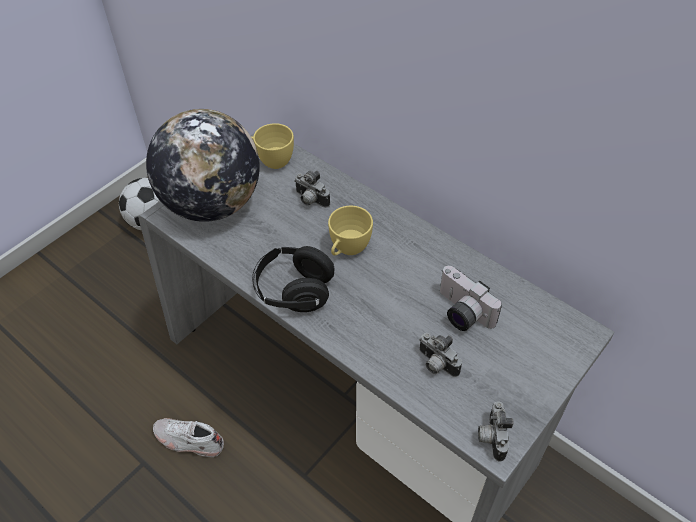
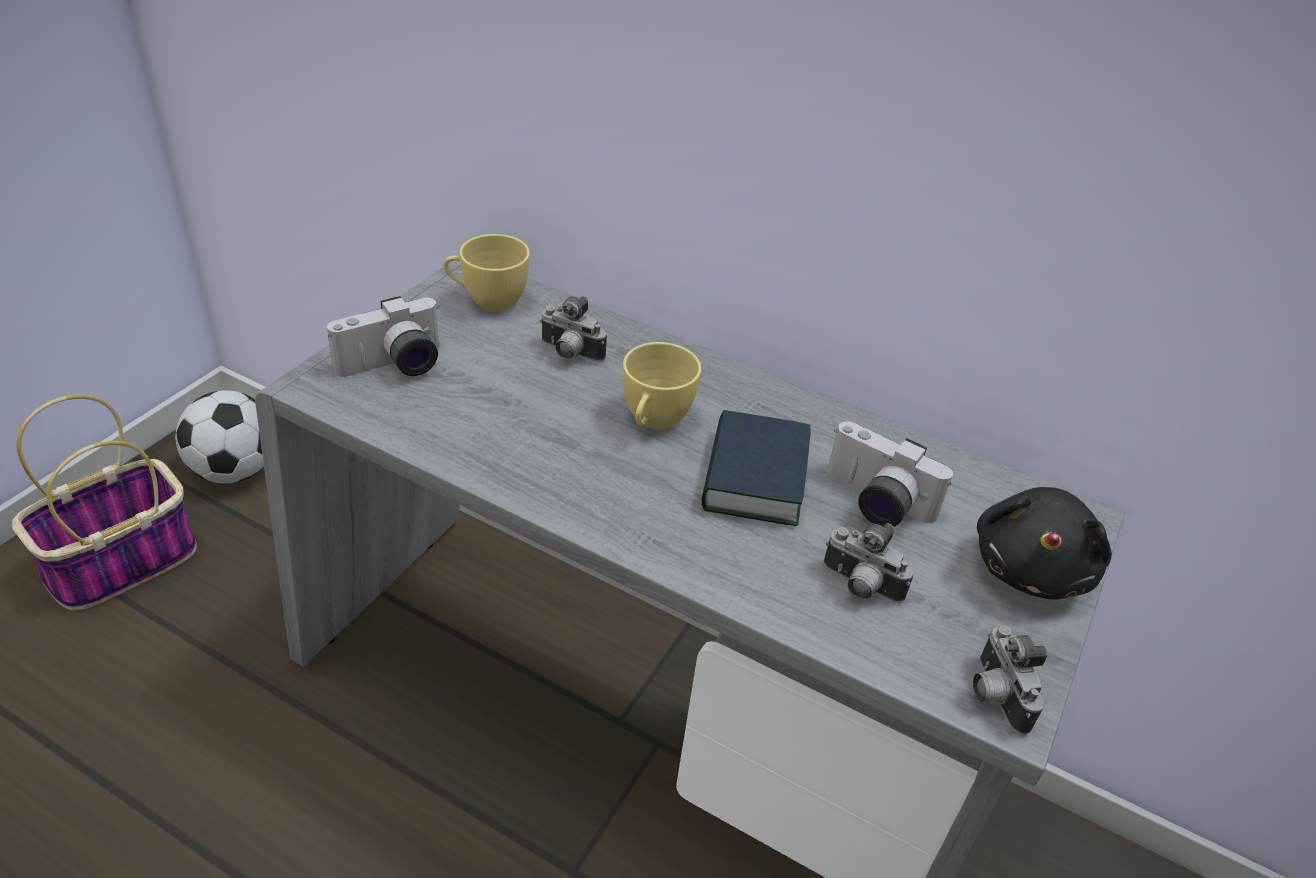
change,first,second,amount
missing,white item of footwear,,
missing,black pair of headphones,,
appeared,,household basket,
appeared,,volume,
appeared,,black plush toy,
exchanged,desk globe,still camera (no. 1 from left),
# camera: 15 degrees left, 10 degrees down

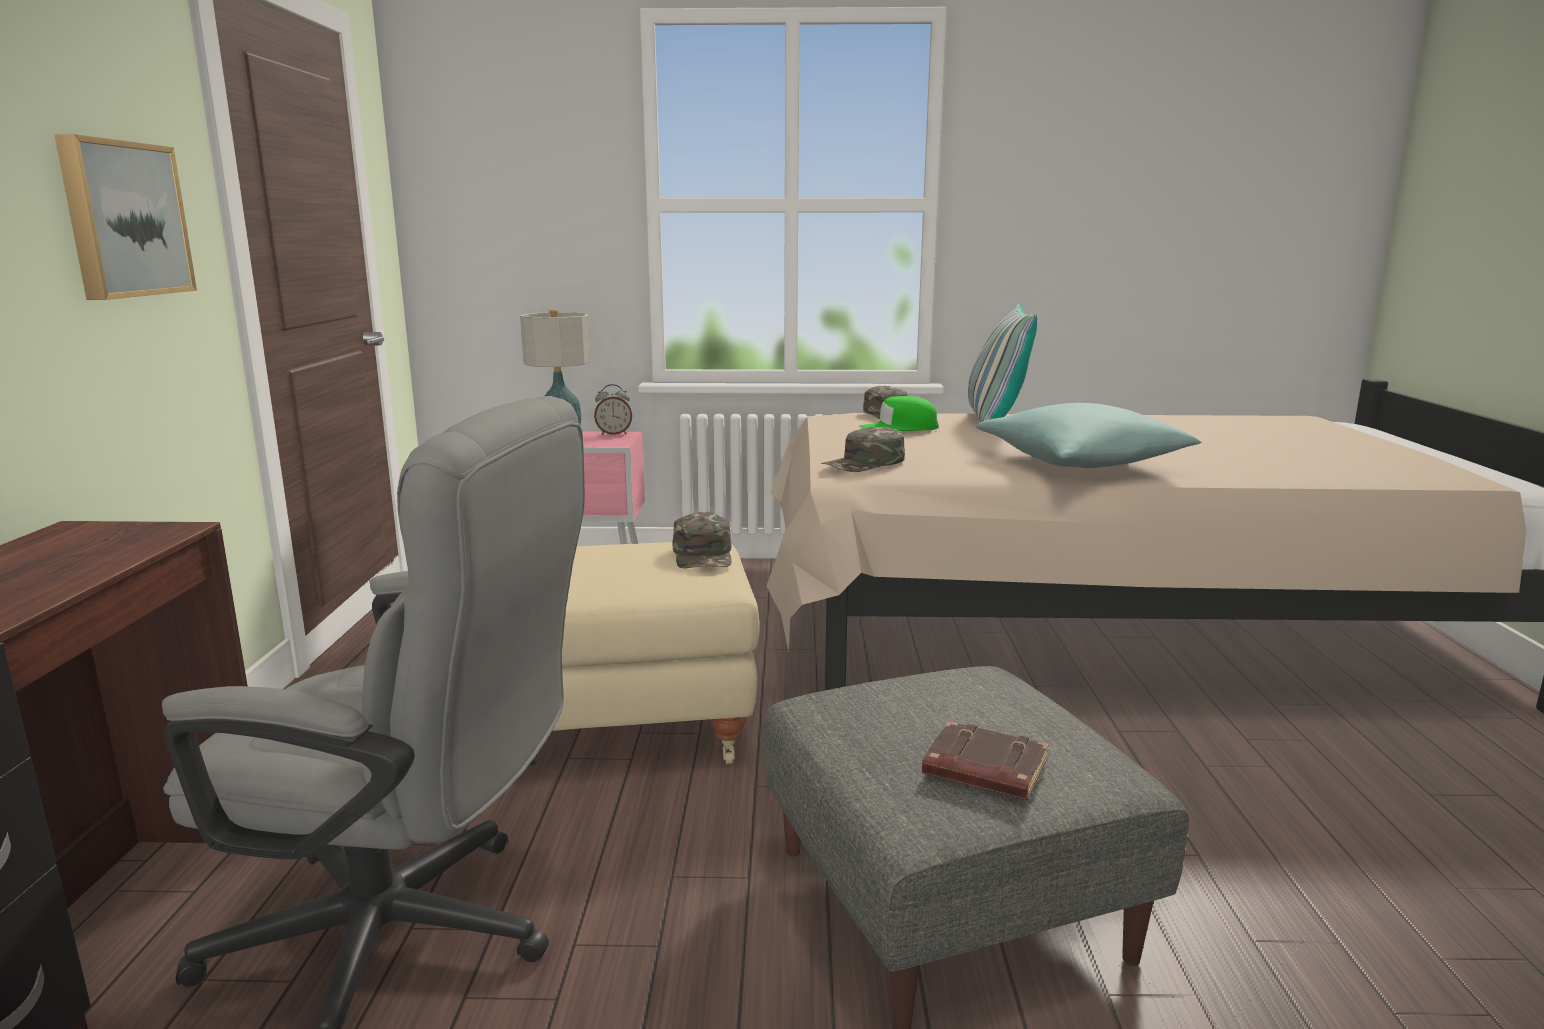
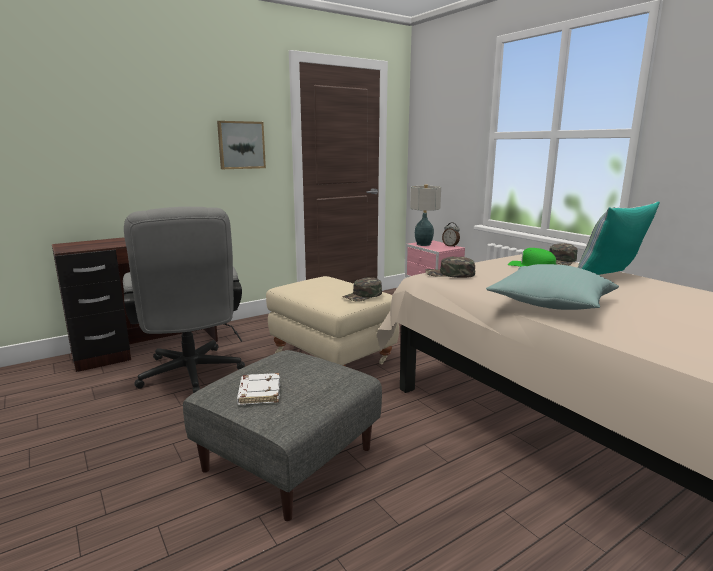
change,first,second,amount
colour,brown-coloured volume,white volume,
# camera: 55 degrees right, 0 degrees up

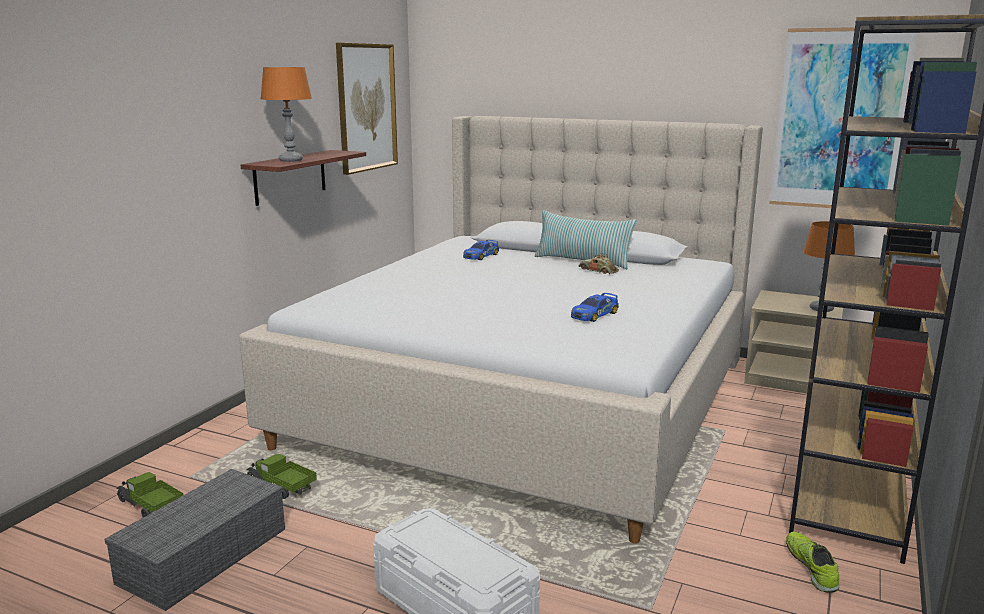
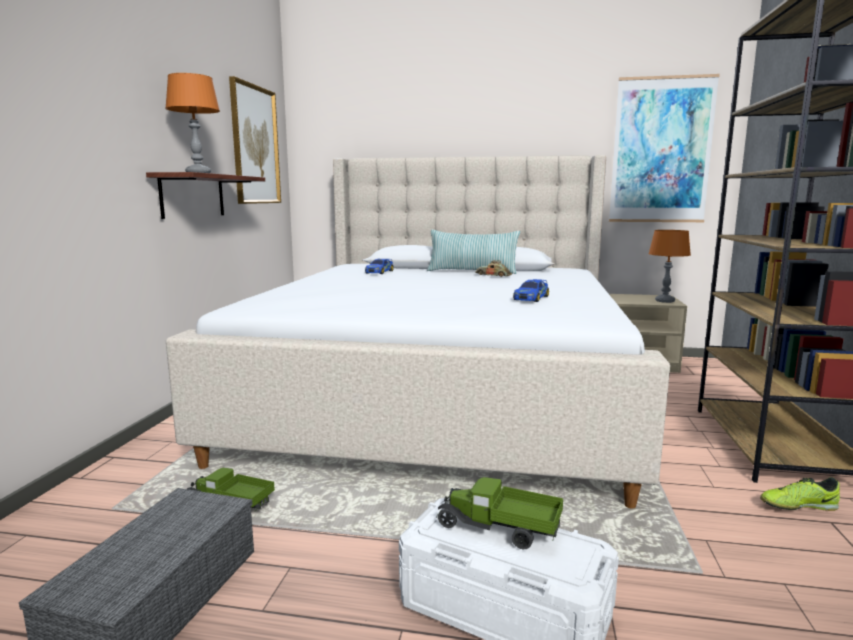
change,first,second,amount
relocated,toy lorry (no. 1 from left in the first image),toy lorry (no. 2 from left),
spun,item of footwear,,75 degrees counterclockwise
# camera: 15 degrees left, 5 degrees down

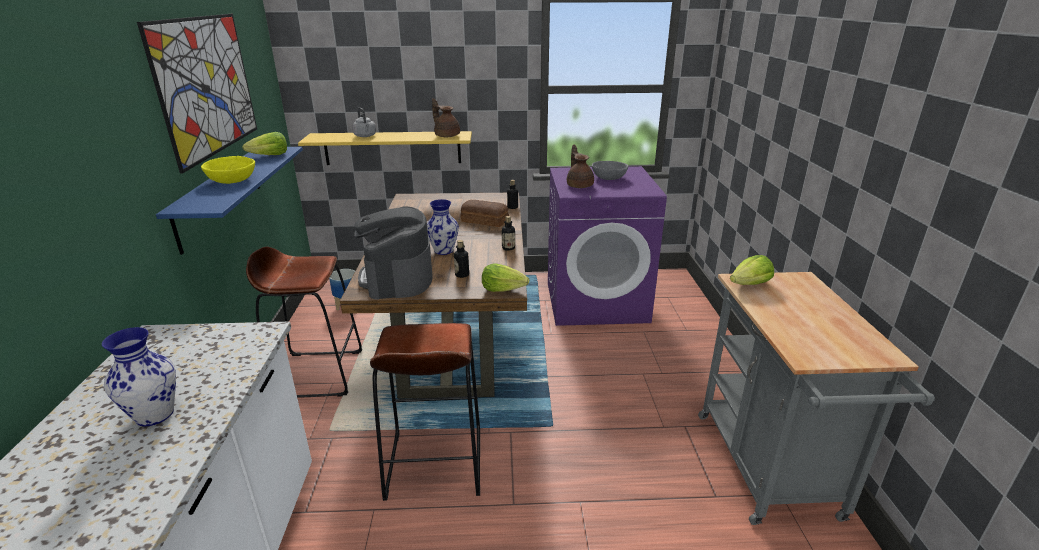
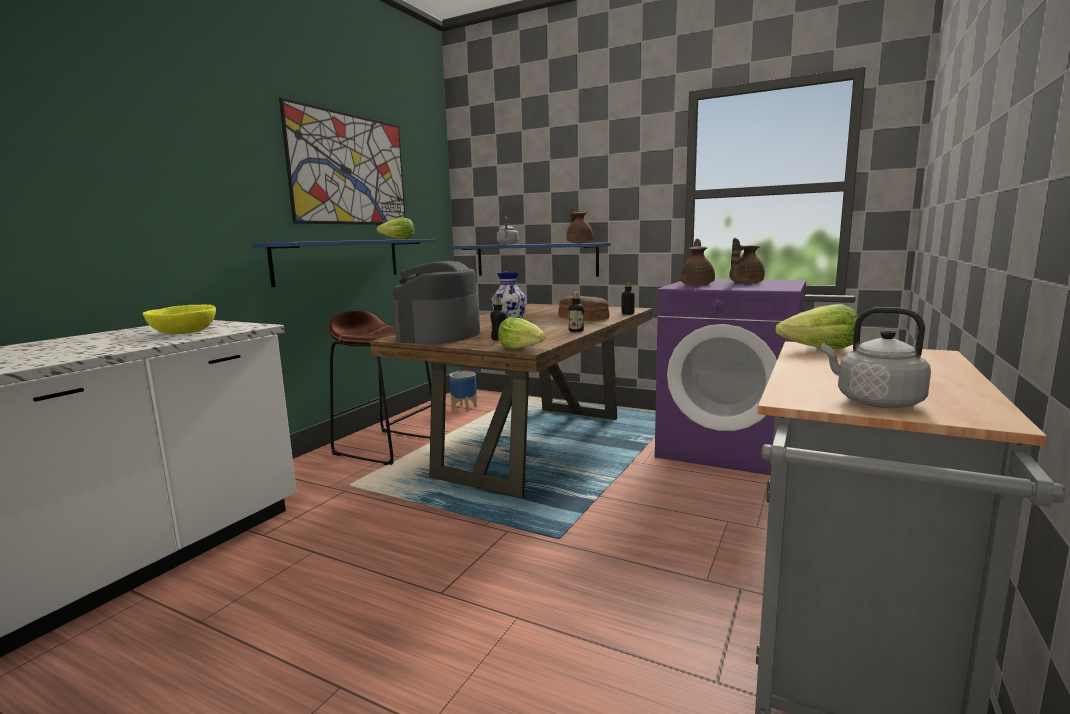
change,first,second,amount
missing,decorative vase (no. 1 from left),,
missing,brown-coloured stool seat (no. 2 from left),,
appeared,,grey water kettle (no. 2 from left),
relocated,yellow serving bowl,,
exchanged,grey serving bowl,brown-coloured teapot (no. 3 from left),
colour,yellow bracket shelf,bluish bracket shelf (no. 2 from left),
# camera: 30 degrees right, 15 degrees down

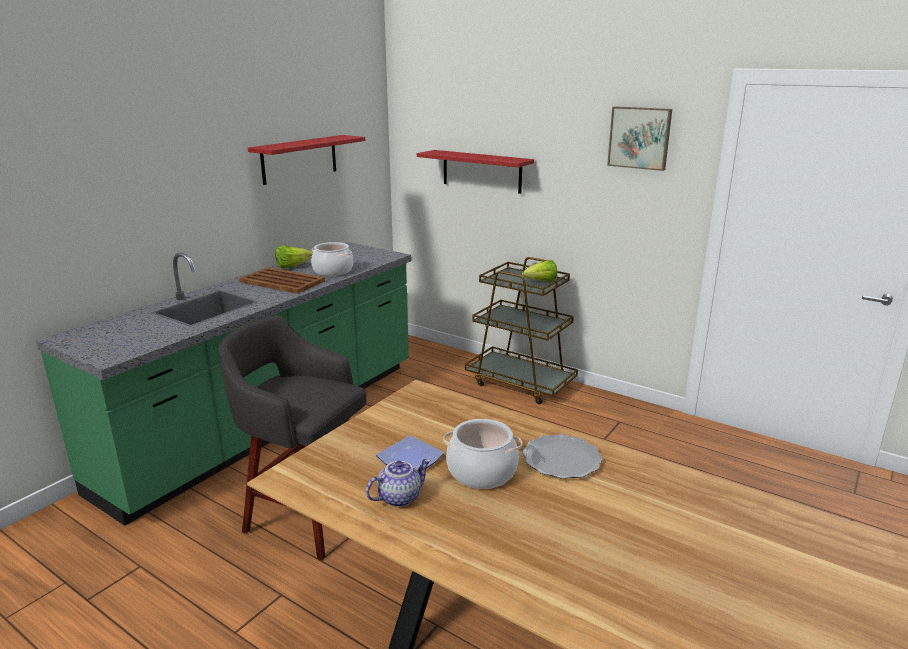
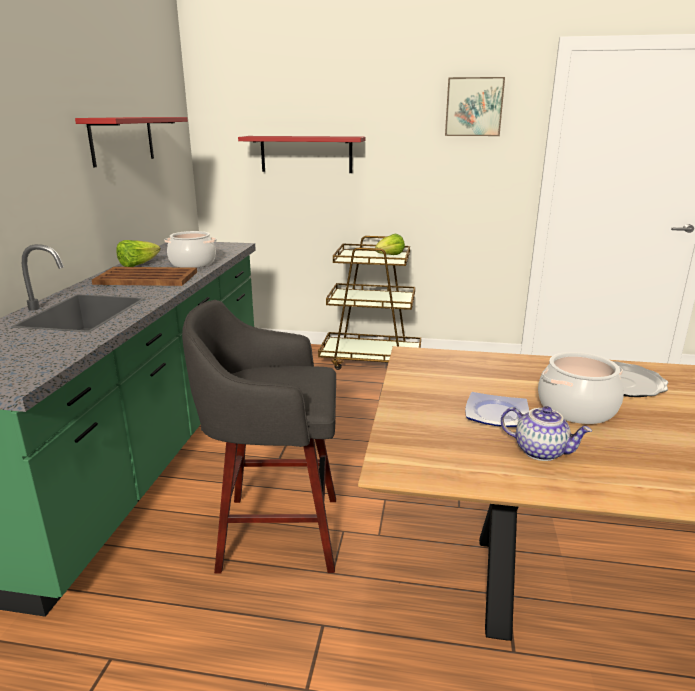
change,first,second,amount
spun,teapot,,90 degrees clockwise
# camera: 25 degrees left, 0 degrees up

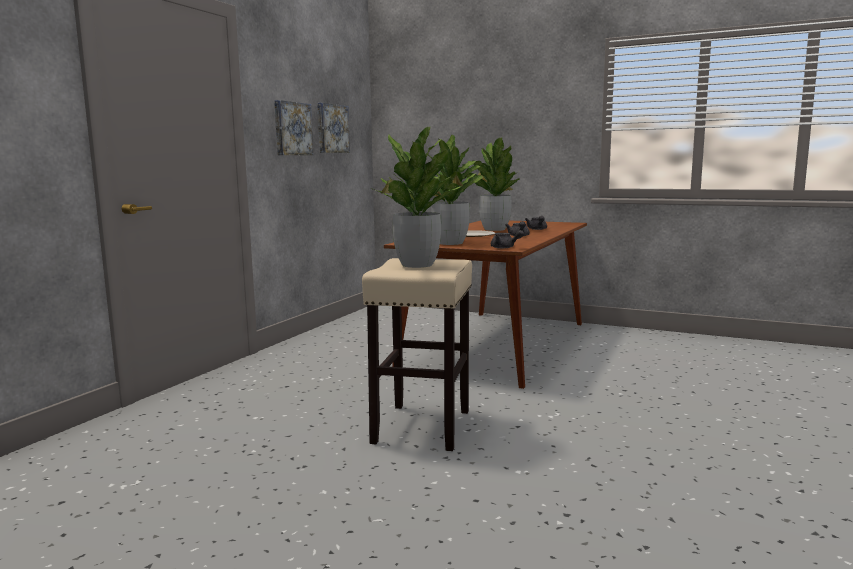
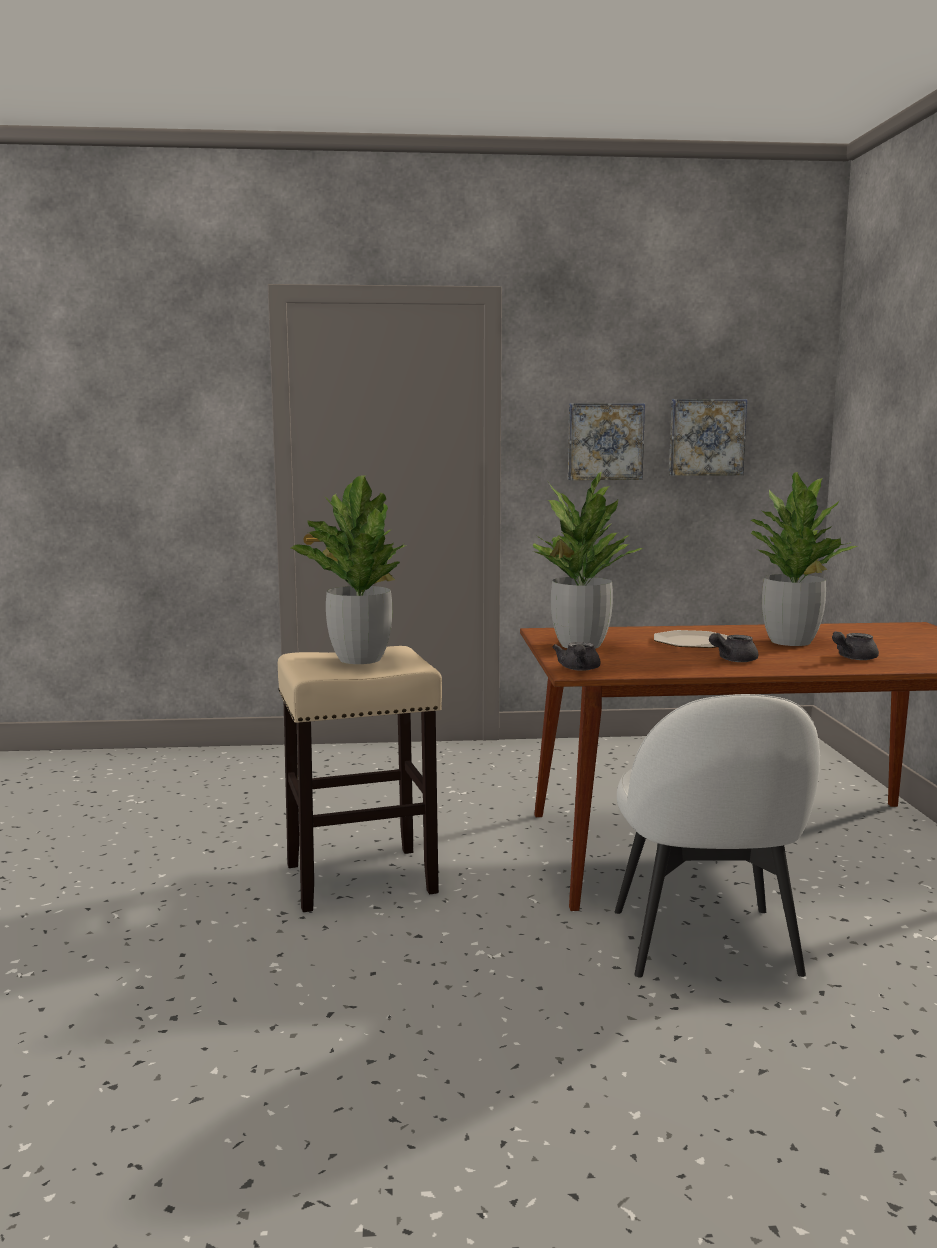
change,first,second,amount
appeared,,white chair,
# camera: 60 degrees right, 0 degrees up

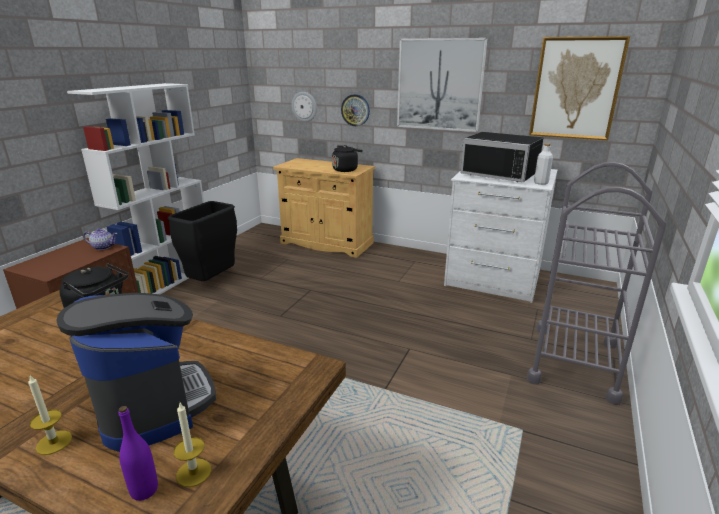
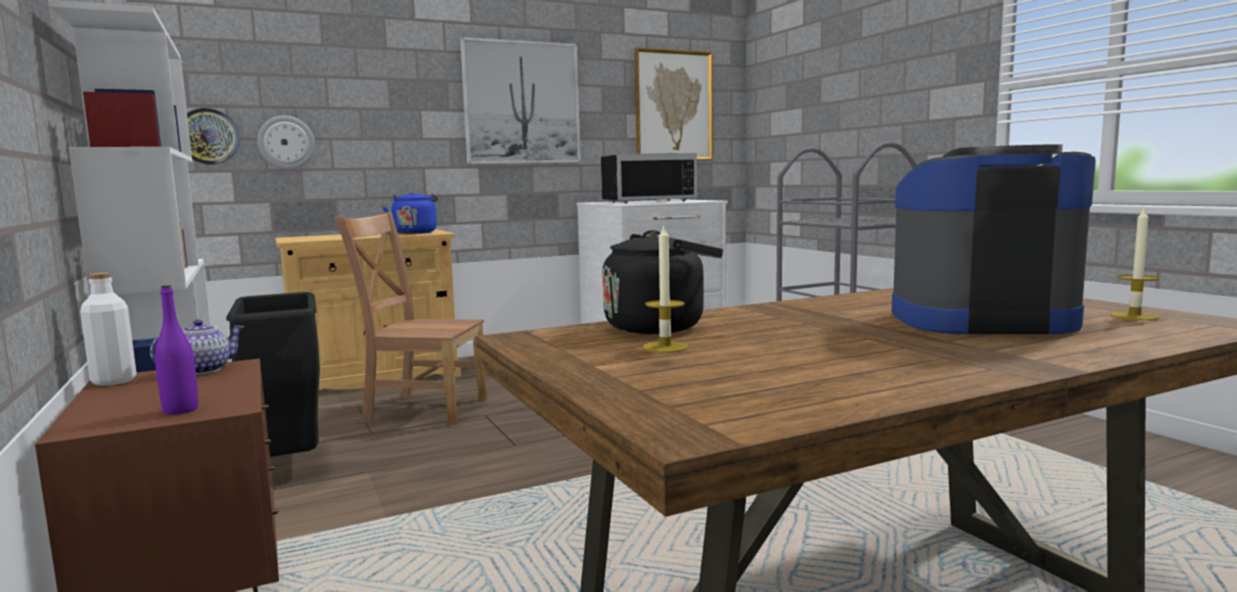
change,first,second,amount
appeared,,brown-coloured chair,
relocated,wax candle (no. 1 from left),,
relocated,purple drink bottle,,
relocated,wall clock (no. 2 from left in the first image),wall clock (no. 1 from left),
relocated,white drink bottle,,
colour,black water kettle (no. 2 from left),bluish water kettle,
# camera: 50 degrees left, 15 degrees down

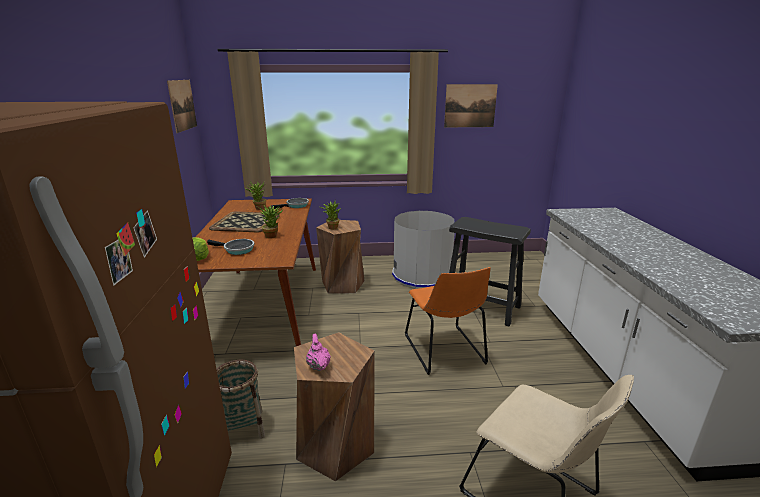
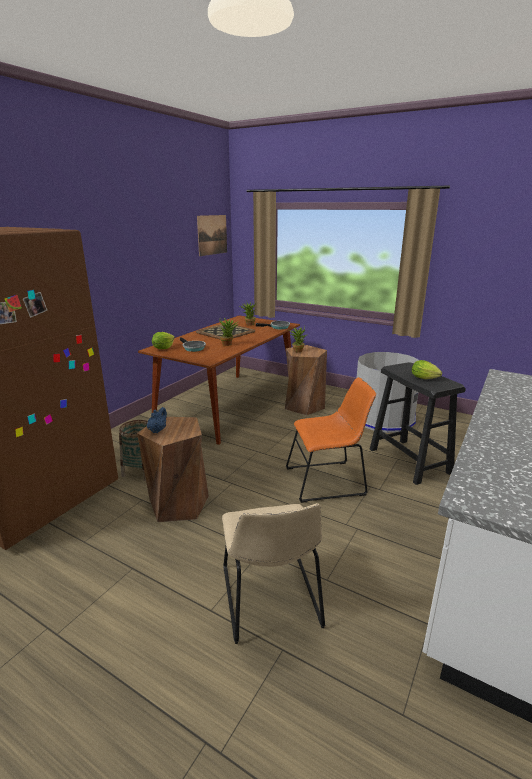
change,first,second,amount
missing,wall picture (no. 2 from left),,
appeared,,lettuce head (no. 2 from left),
colour,pinkish teapot,bluish teapot,
spun,orange-coloured chair,,120 degrees counterclockwise
# camera: 35 degrees right, 0 degrees up

